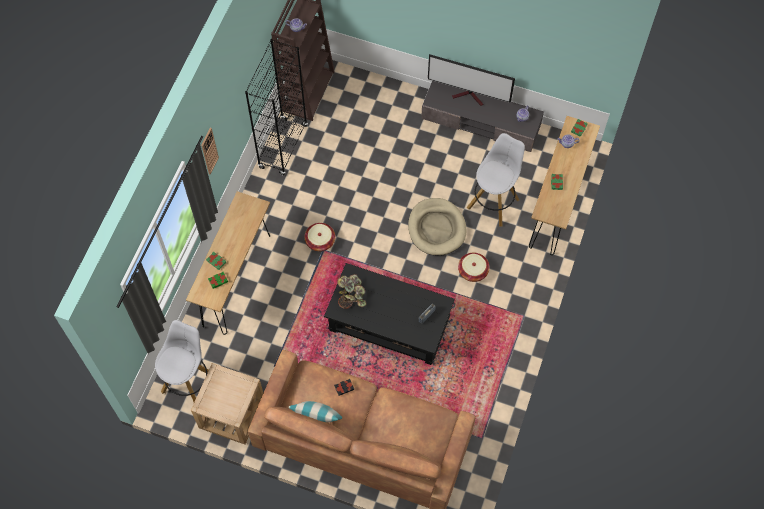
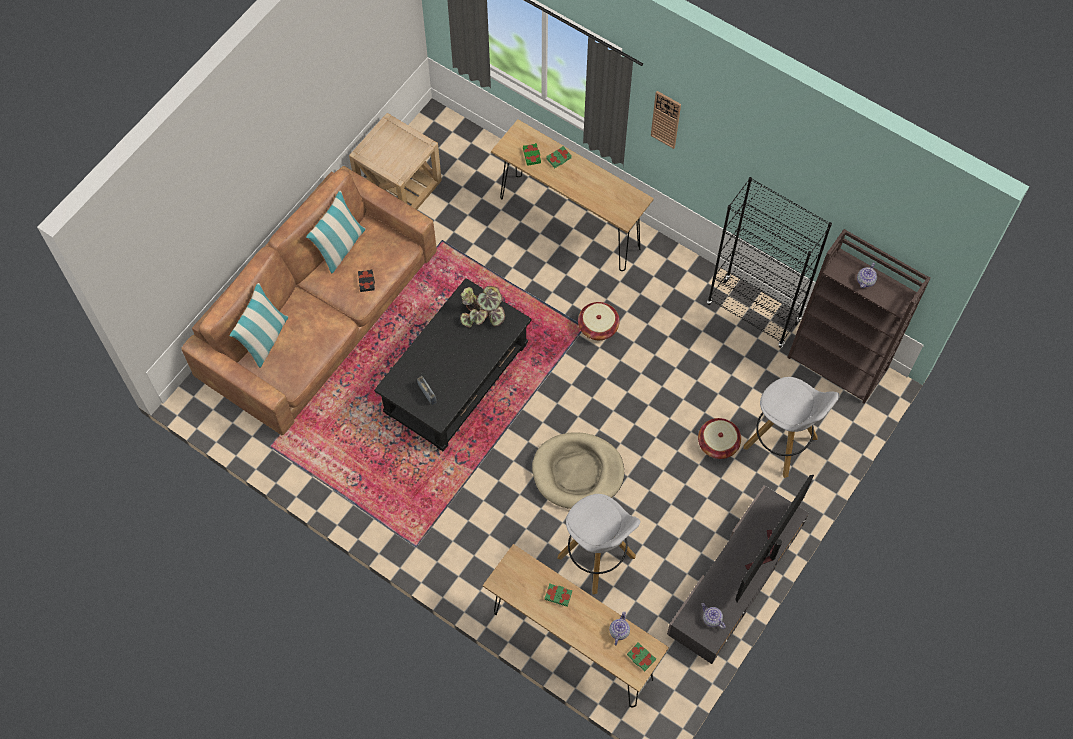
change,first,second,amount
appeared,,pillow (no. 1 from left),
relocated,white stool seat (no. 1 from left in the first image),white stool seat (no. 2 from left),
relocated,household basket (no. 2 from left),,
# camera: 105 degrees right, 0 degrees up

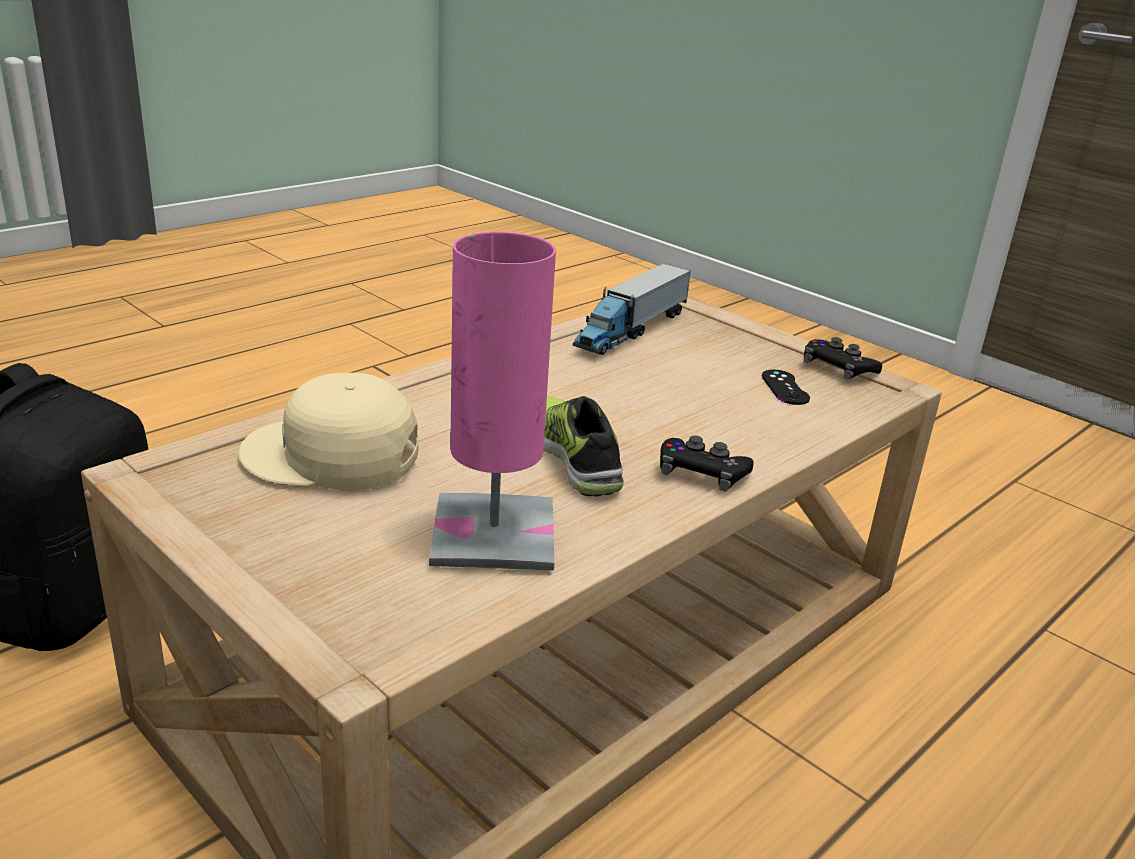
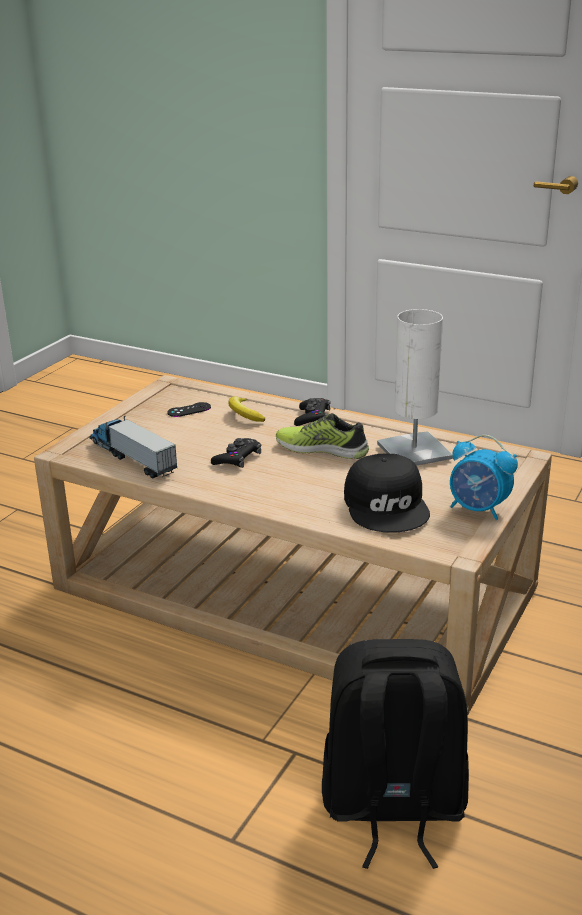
change,first,second,amount
appeared,,banana fruit,
appeared,,alarm clock,
relocated,black gamepad (no. 3 from left in the first image),black gamepad (no. 2 from left),
colour,beige-coloured peaked cap,black peaked cap,
colour,pinkish tabletop lamp,white tabletop lamp,
spun,item of footwear,,60 degrees clockwise
spun,toy lorry,,150 degrees counterclockwise
# camera: 105 degrees left, 0 degrees up

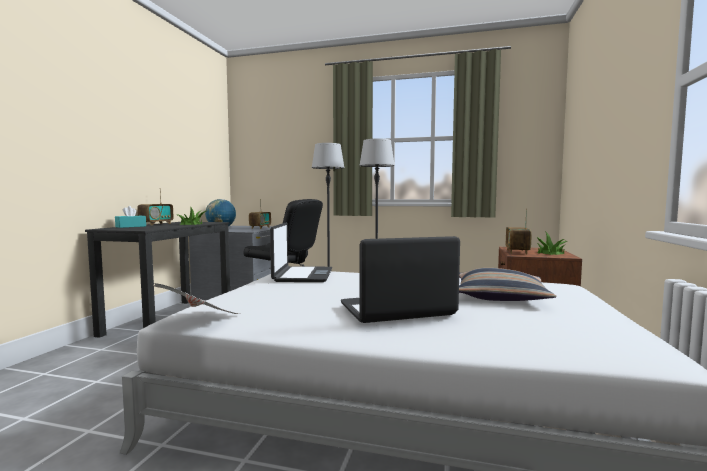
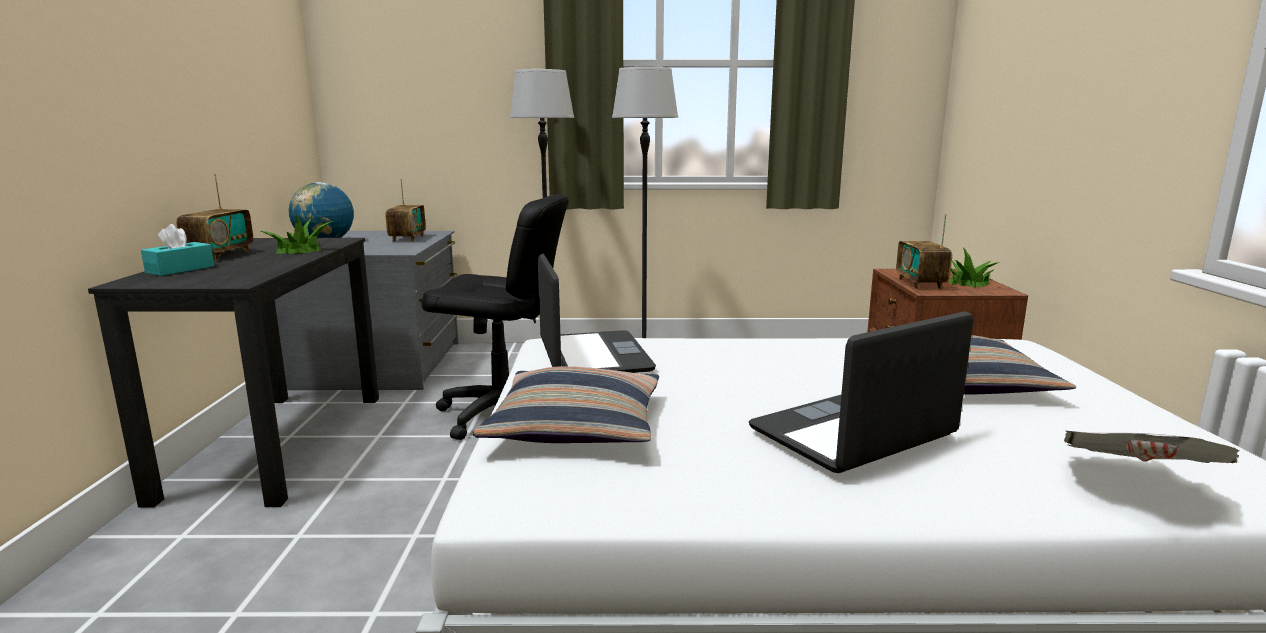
change,first,second,amount
appeared,,pillow (no. 1 from left),
relocated,printed paper,,
# camera: 15 degrees left, 10 degrees up

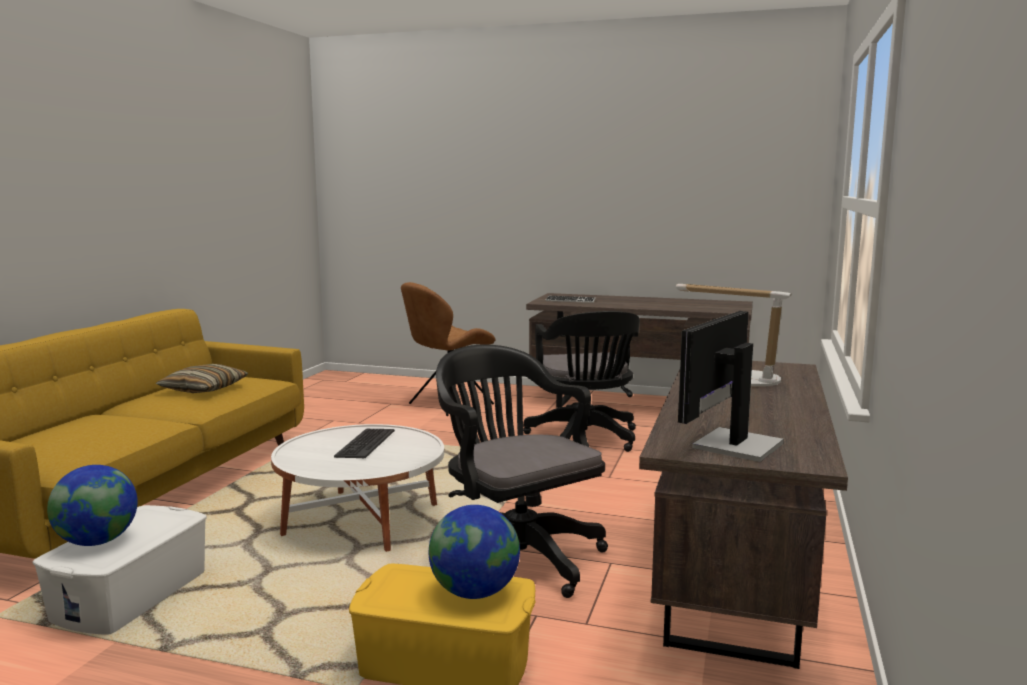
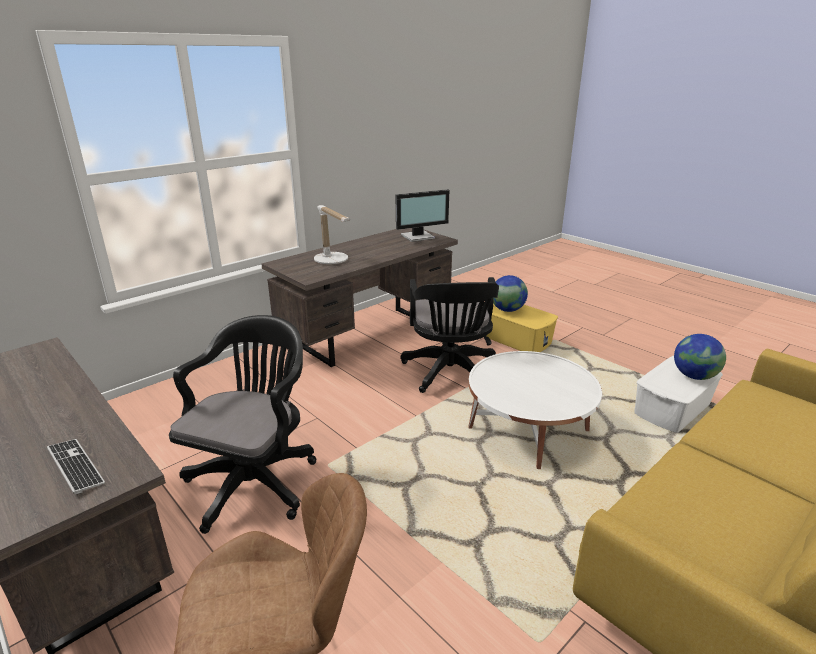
change,first,second,amount
missing,pillow,,
missing,keyboard (no. 1 from left),,
# camera: 150 degrees left, 15 degrees up

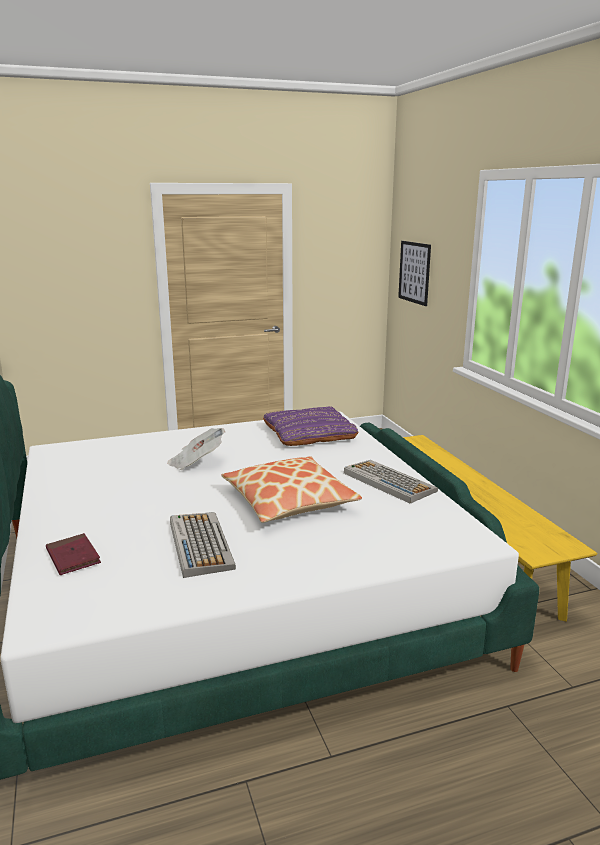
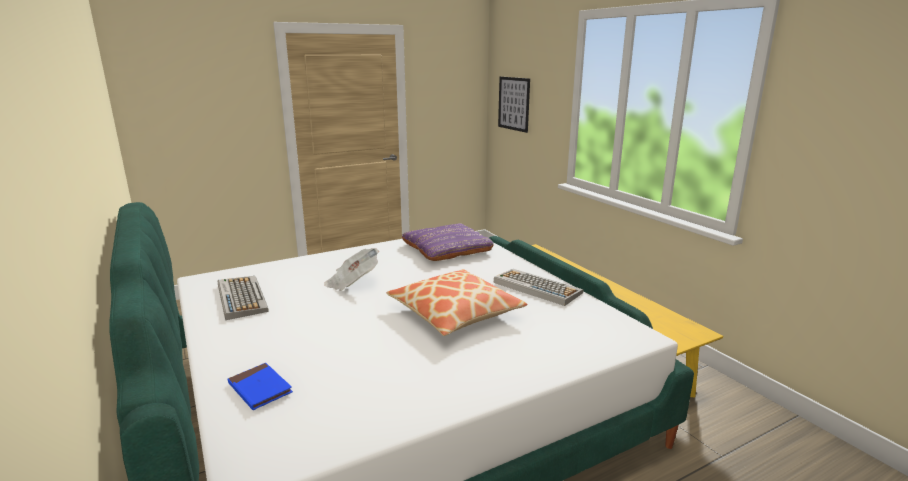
change,first,second,amount
relocated,keyboard (no. 1 from left),,
colour,reddish volume,bluish volume,
# camera: 10 degrees left, 0 degrees up

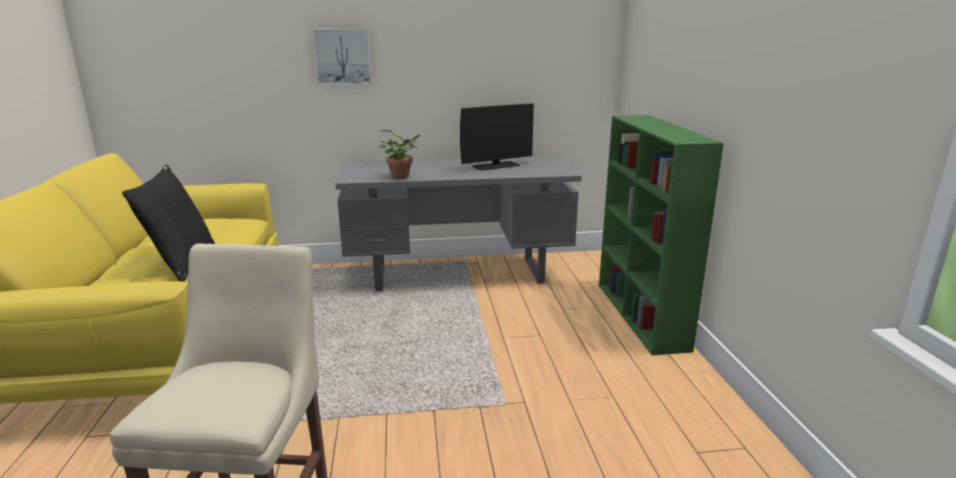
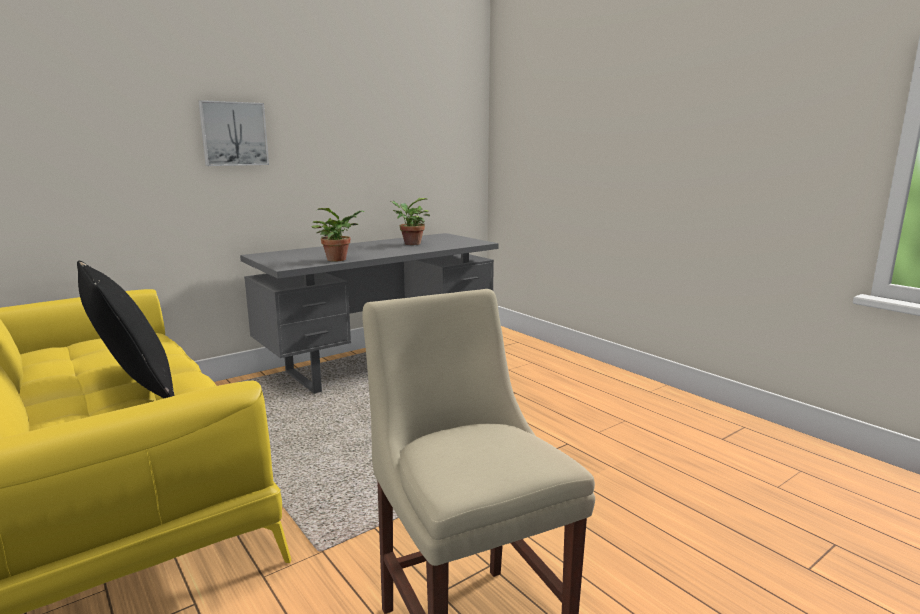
change,first,second,amount
missing,greenish shelving unit,,
exchanged,computer display,plant in a pot (no. 2 from left),
# camera: 30 degrees left, 5 degrees down

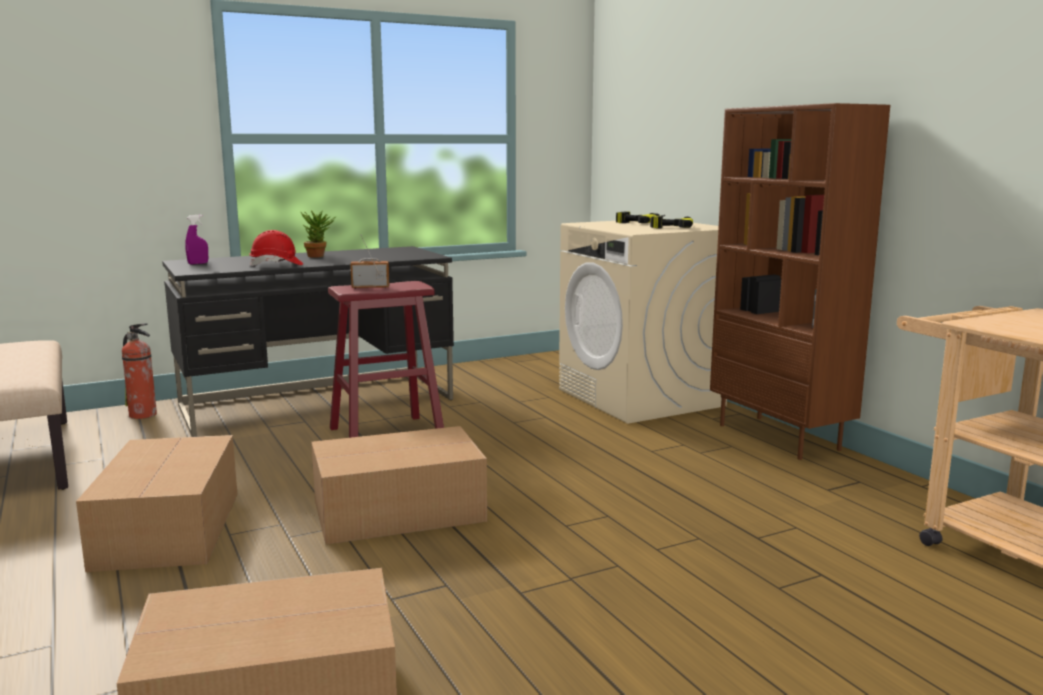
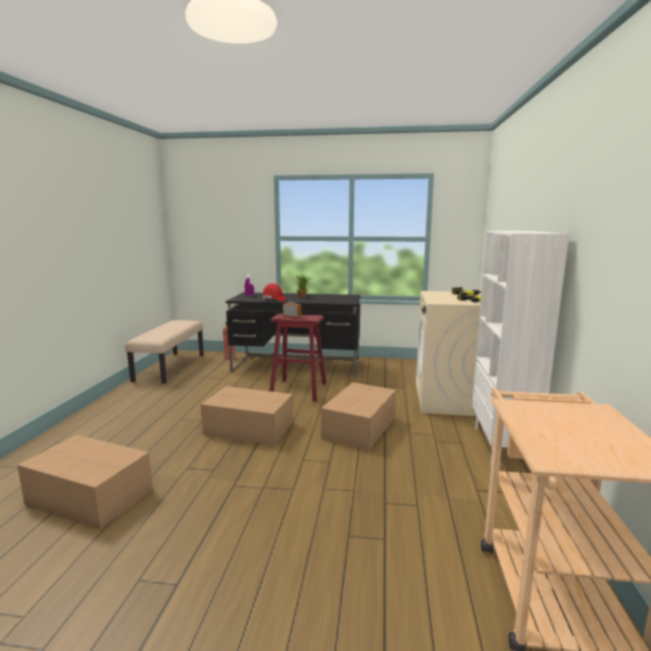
change,first,second,amount
relocated,cardboard box (no. 1 from left in the first image),cardboard box (no. 3 from left),
colour,brown-coloured shelving unit,white shelving unit,
# camera: 35 degrees right, 0 degrees up

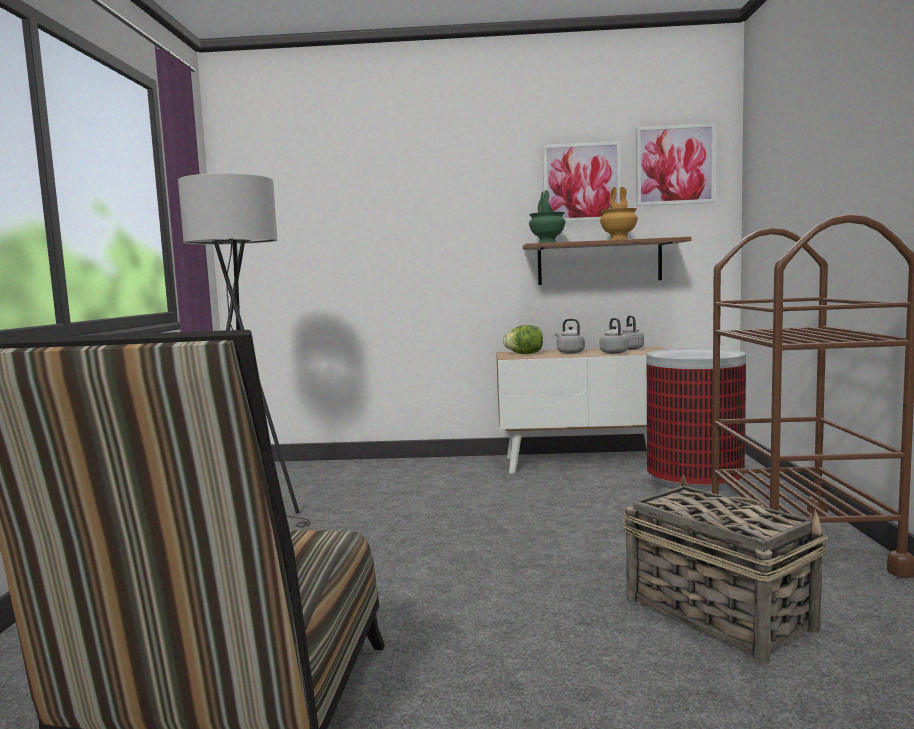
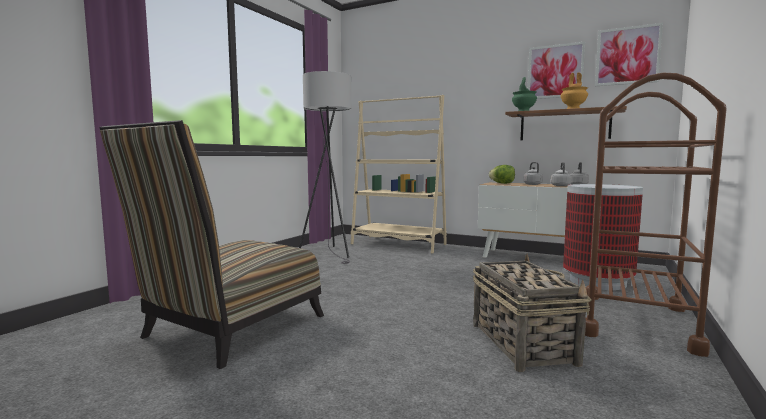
change,first,second,amount
appeared,,beige-coloured shelving unit,
# camera: 25 degrees right, 0 degrees up

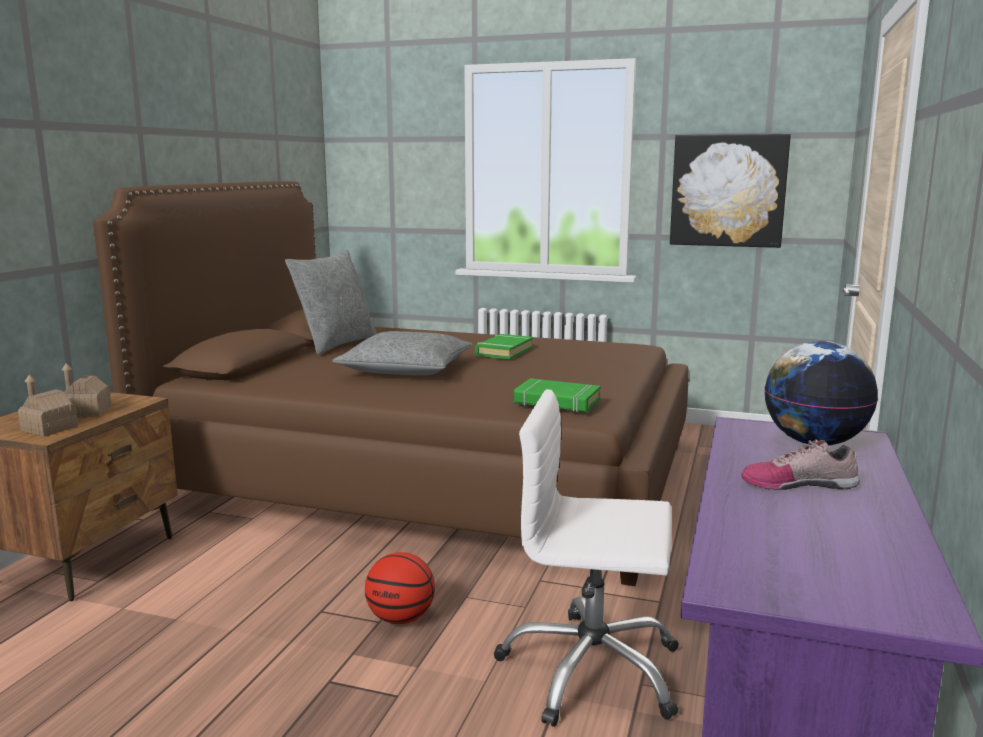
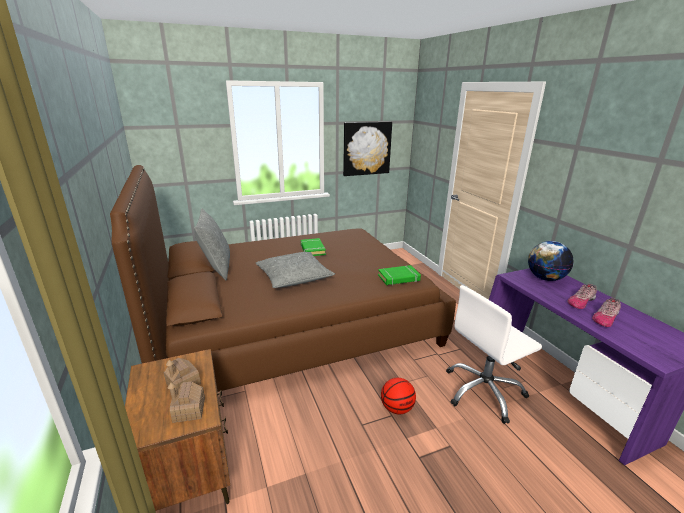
change,first,second,amount
appeared,,item of footwear (no. 2 from left),
# camera: 40 degrees left, 10 degrees up

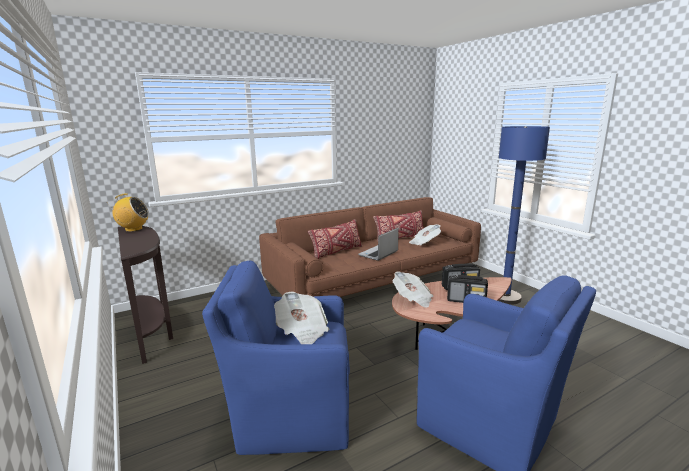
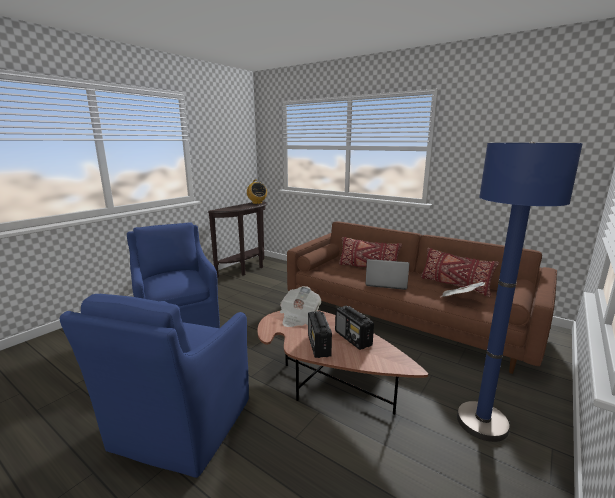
change,first,second,amount
missing,printed paper (no. 1 from left),,
# camera: 65 degrees right, 0 degrees up

